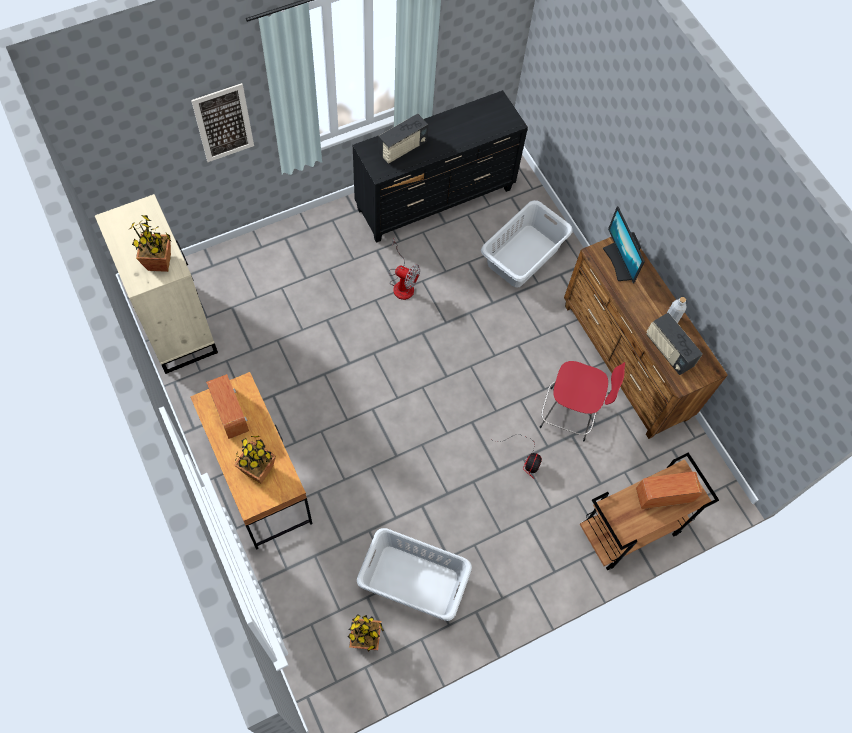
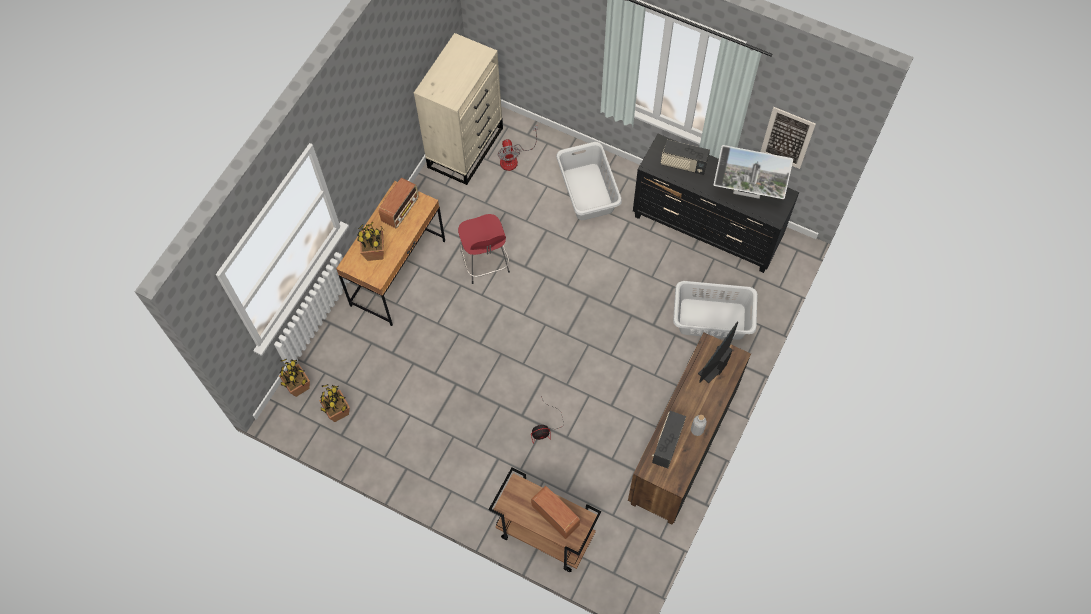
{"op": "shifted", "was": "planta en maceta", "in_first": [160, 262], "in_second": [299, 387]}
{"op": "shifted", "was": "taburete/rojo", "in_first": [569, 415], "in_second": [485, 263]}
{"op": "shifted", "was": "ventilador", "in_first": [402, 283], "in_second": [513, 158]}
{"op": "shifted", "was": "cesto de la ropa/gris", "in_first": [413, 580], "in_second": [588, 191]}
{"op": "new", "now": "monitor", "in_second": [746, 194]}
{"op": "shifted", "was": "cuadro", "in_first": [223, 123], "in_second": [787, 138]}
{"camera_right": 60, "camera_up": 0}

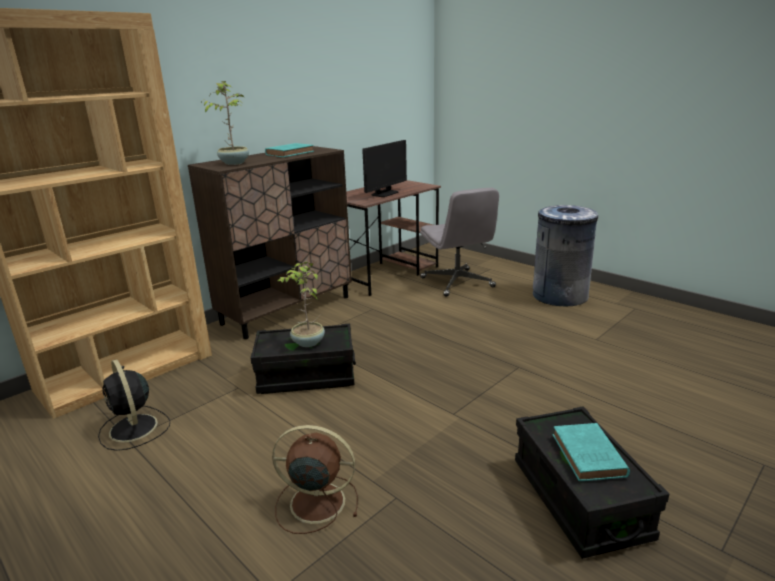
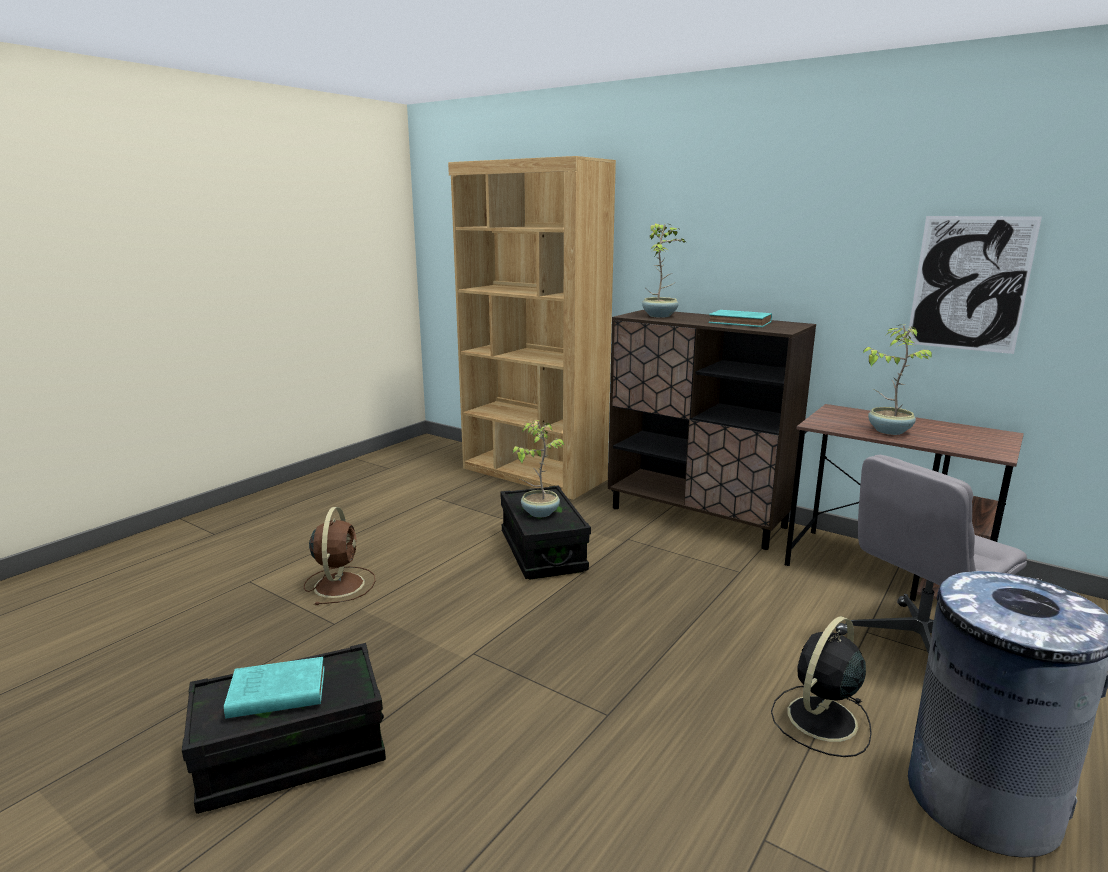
{"op": "shifted", "was": "ventilador/negro", "in_first": [134, 429], "in_second": [820, 720]}
{"op": "swapped", "was": "monitor", "now": "planta en maceta", "in_first": [384, 193], "in_second": [888, 430]}
{"op": "new", "now": "cuadro", "in_second": [969, 284]}
{"camera_right": 80, "camera_up": -5}

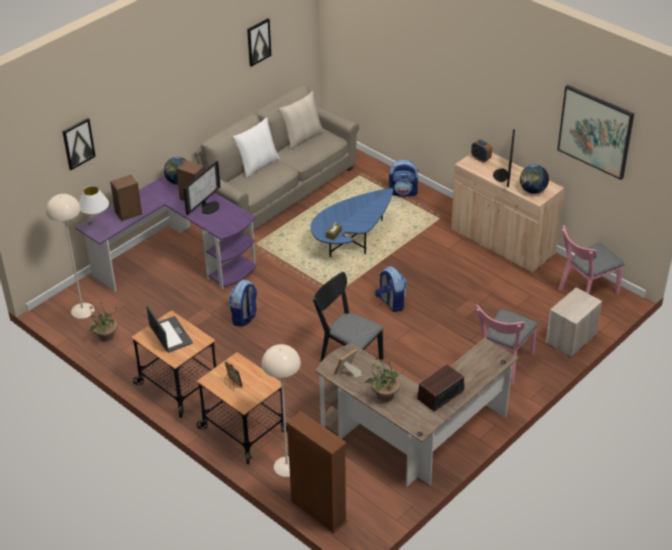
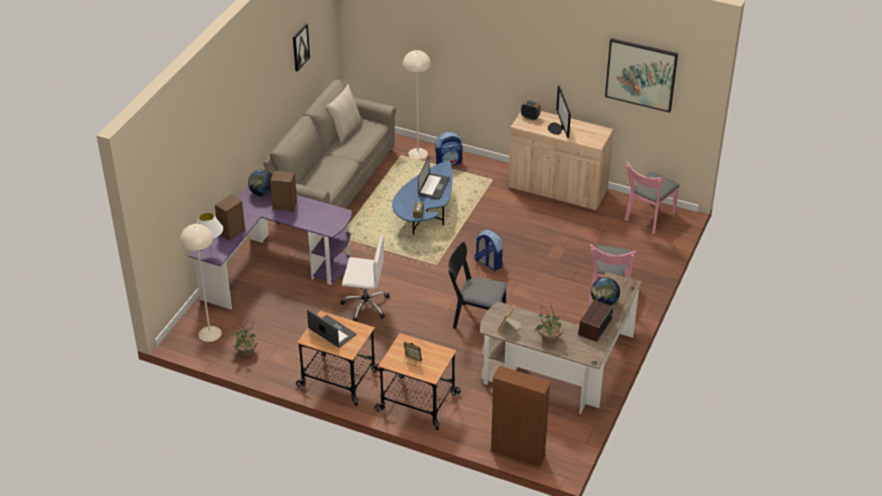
{"op": "swapped", "was": "mochila", "now": "silla de oficina/blanco", "in_first": [244, 317], "in_second": [365, 305]}
{"op": "shifted", "was": "lámpara de pie/beis", "in_first": [286, 466], "in_second": [417, 153]}
{"op": "new", "now": "portátil", "in_second": [434, 187]}
{"op": "shifted", "was": "globo terráqueo", "in_first": [532, 191], "in_second": [604, 302]}
{"op": "gone", "was": "cuadro", "in_first": [78, 143]}
{"op": "gone", "was": "monitor", "in_first": [208, 207]}
{"op": "gone", "was": "cojín/blanco", "in_first": [257, 165]}
{"op": "gone", "was": "mesita de noche", "in_first": [570, 339]}
{"camera_right": -20, "camera_up": 0}

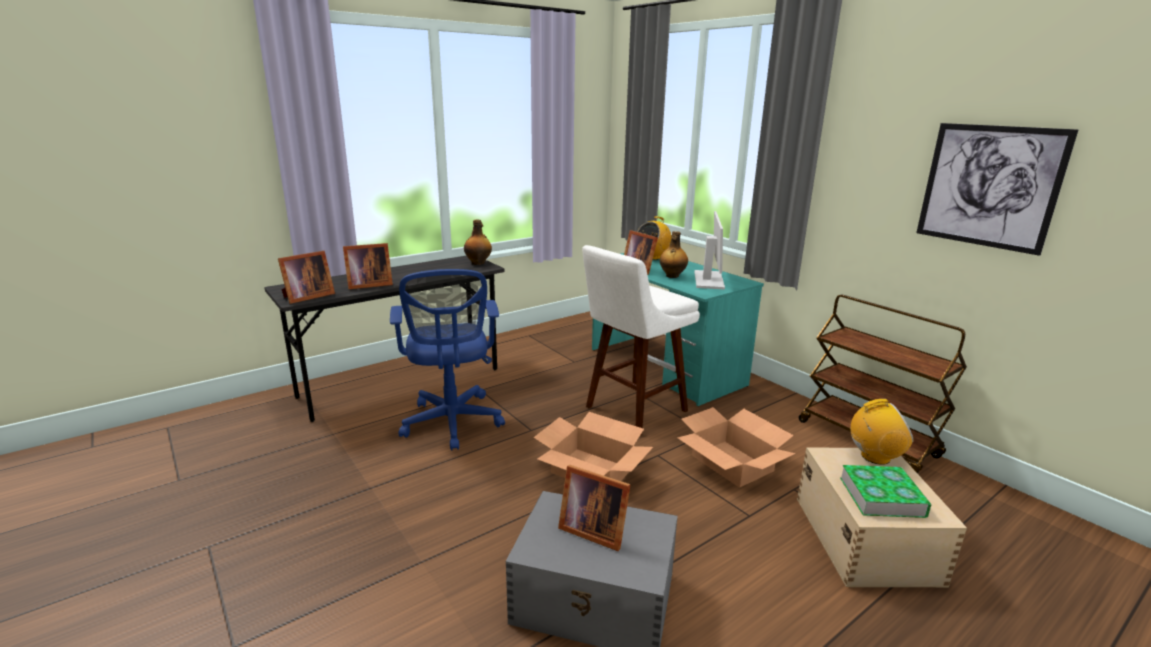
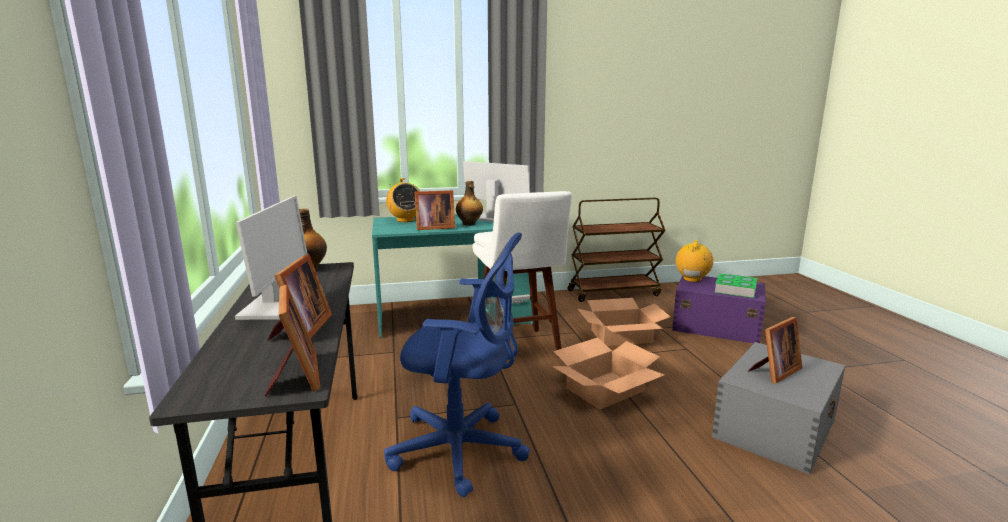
{"op": "new", "now": "monitor", "in_second": [276, 303]}
{"op": "repainted", "was": "caja de almacenaje/beis", "now": "caja de almacenaje/morado", "in_first": [865, 538], "in_second": [715, 325]}
{"op": "gone", "was": "cuadro", "in_first": [989, 186]}
{"camera_right": -65, "camera_up": -5}

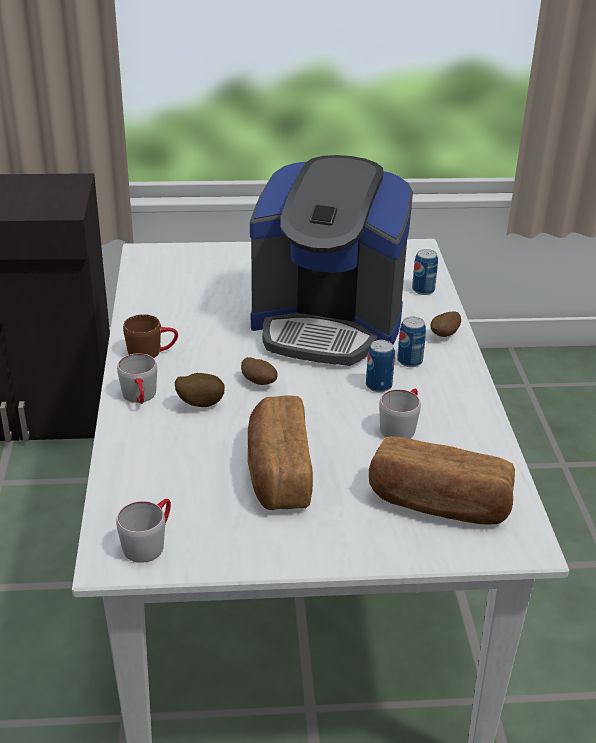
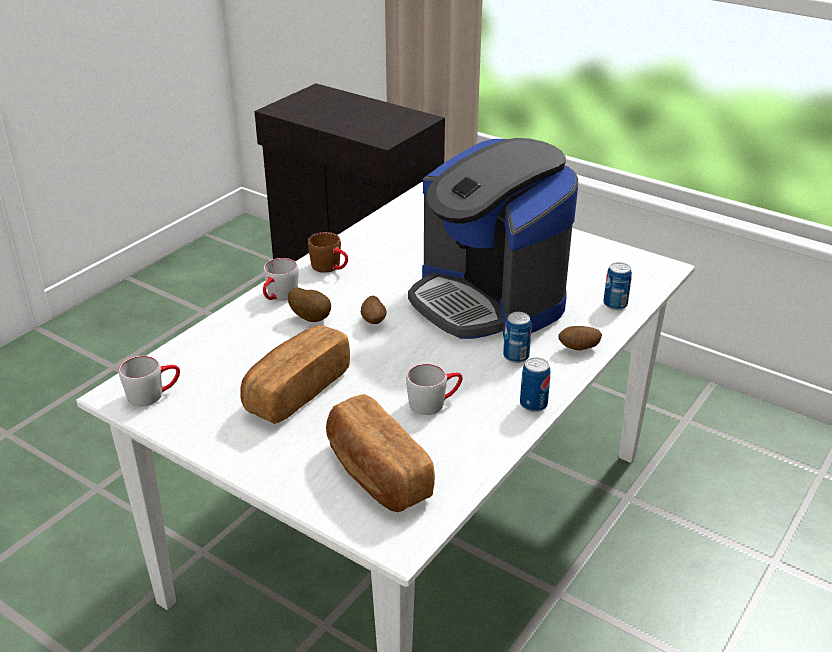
{"op": "shifted", "was": "lata", "in_first": [378, 386], "in_second": [533, 404]}
{"camera_right": 40, "camera_up": 0}

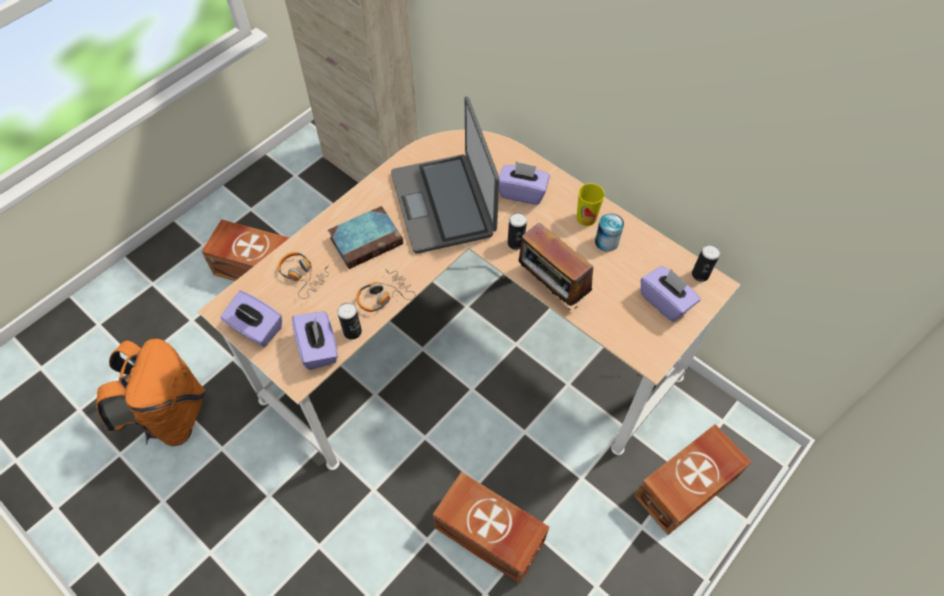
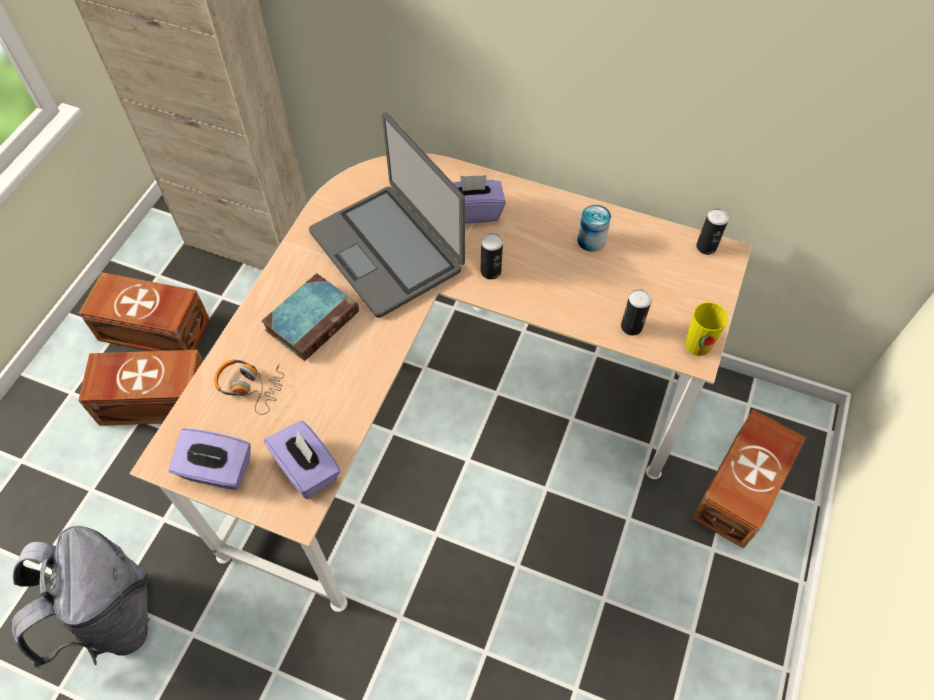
{"op": "repainted", "was": "mochila/naranja", "now": "mochila/gris", "in_first": [172, 416], "in_second": [112, 617]}
{"op": "shifted", "was": "caja de almacenaje/marrón", "in_first": [490, 536], "in_second": [155, 331]}
{"op": "shifted", "was": "lata", "in_first": [352, 331], "in_second": [631, 326]}
{"op": "shifted", "was": "taza", "in_first": [586, 218], "in_second": [698, 344]}
{"op": "gone", "was": "auriculares", "in_first": [384, 296]}
{"op": "gone", "was": "radio", "in_first": [551, 288]}
{"op": "gone", "was": "caja de pañuelos/morado", "in_first": [665, 301]}
{"camera_right": -20, "camera_up": 0}

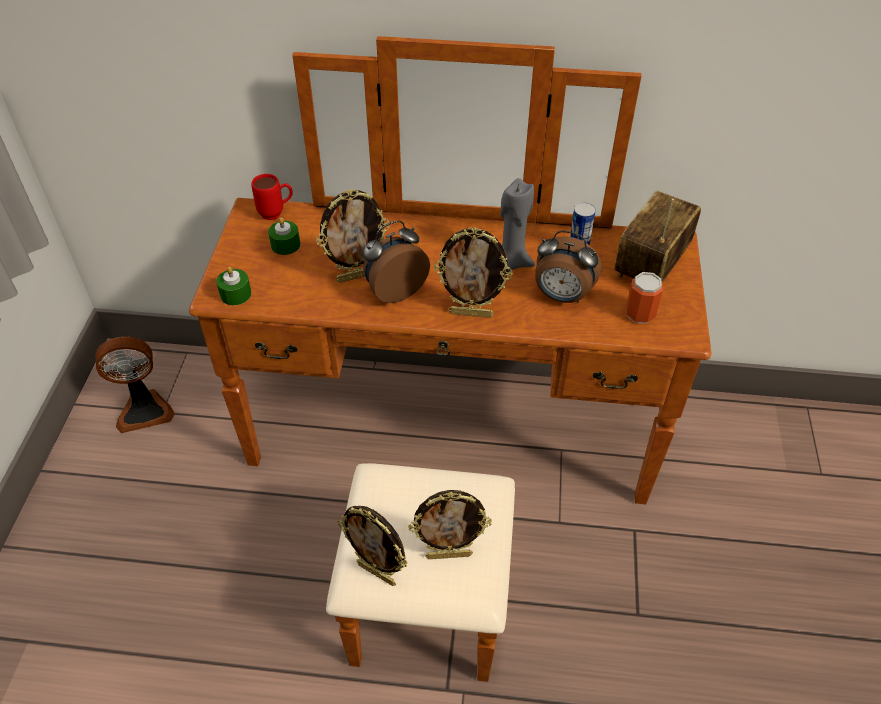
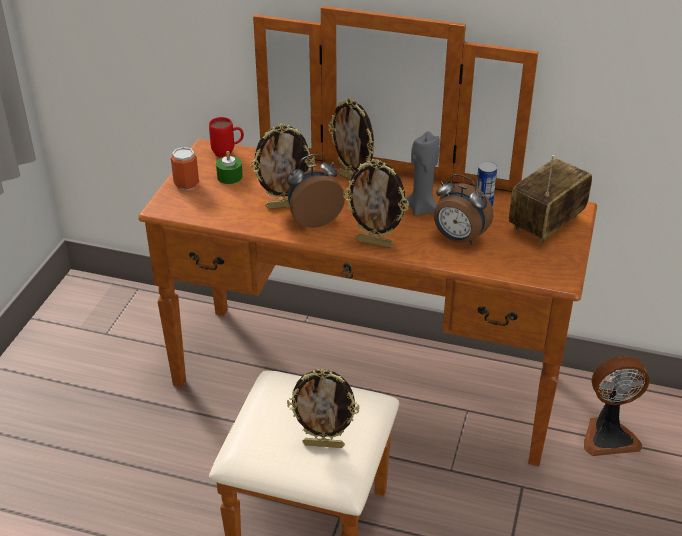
{"op": "shifted", "was": "lata", "in_first": [640, 314], "in_second": [186, 184]}
{"op": "shifted", "was": "portarretratos", "in_first": [377, 573], "in_second": [352, 179]}
{"op": "shifted", "was": "ventilador", "in_first": [144, 409], "in_second": [608, 435]}
{"op": "gone", "was": "vela/verde", "in_first": [235, 294]}
{"camera_right": 10, "camera_up": -10}

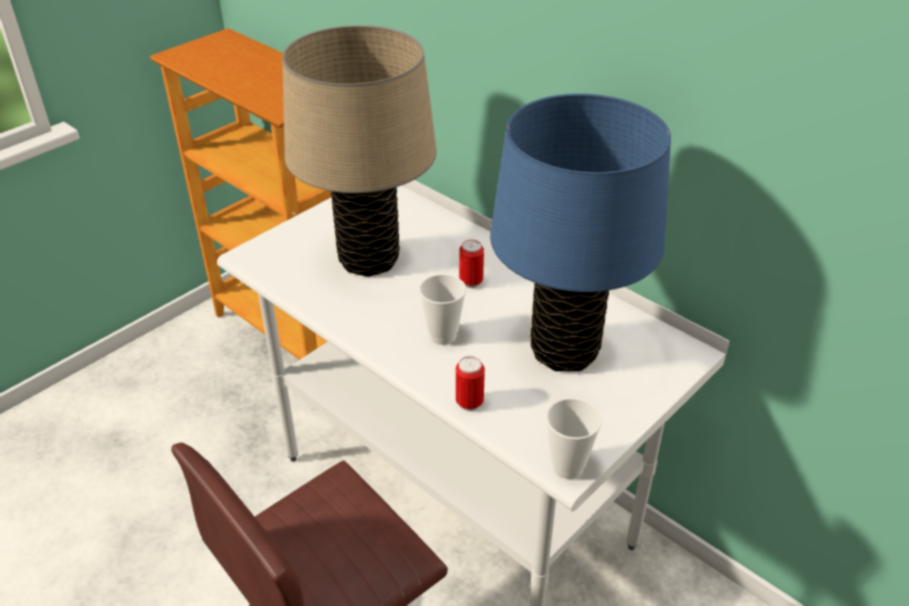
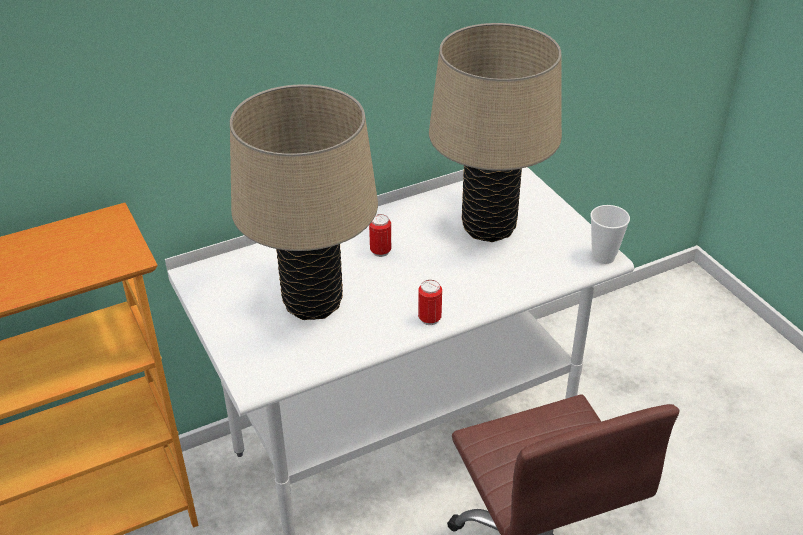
{"op": "shifted", "was": "lata", "in_first": [469, 403], "in_second": [429, 319]}
{"op": "repainted", "was": "lámpara de mesa/azul", "now": "lámpara de mesa/beis", "in_first": [564, 351], "in_second": [488, 227]}
{"op": "gone", "was": "taza", "in_first": [443, 335]}
{"camera_right": -70, "camera_up": 0}

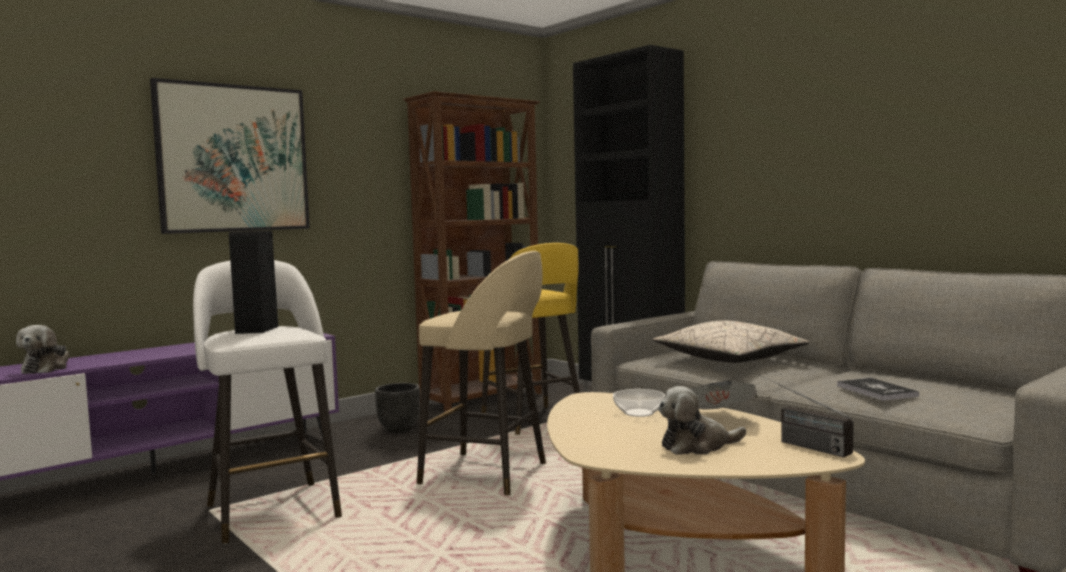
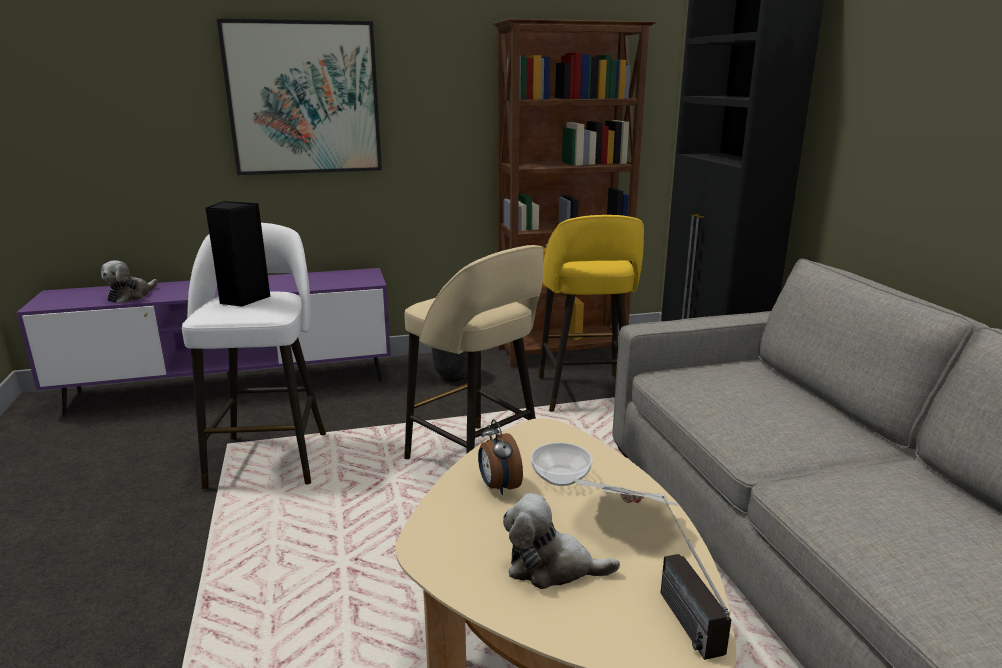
{"op": "new", "now": "despertador", "in_second": [498, 487]}
{"op": "gone", "was": "cojín/beis", "in_first": [729, 360]}
{"op": "gone", "was": "libro", "in_first": [876, 391]}
{"camera_right": 25, "camera_up": 15}

